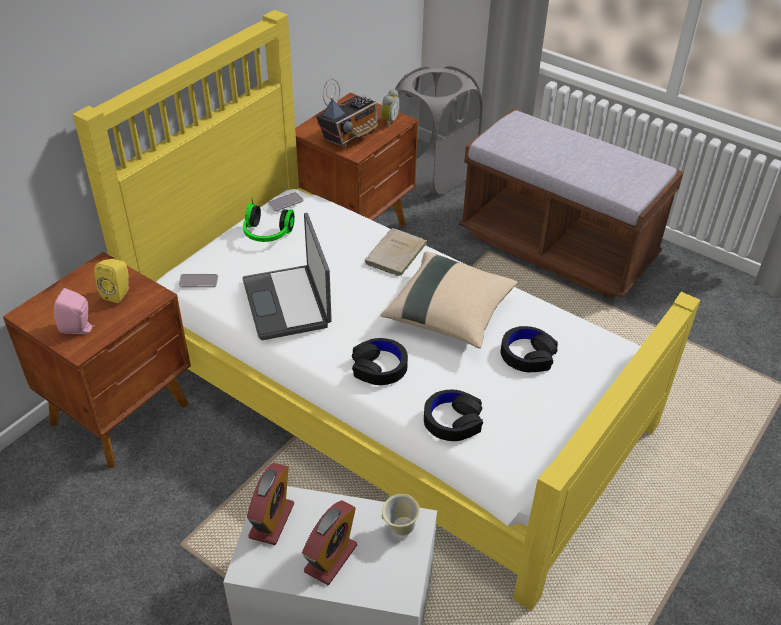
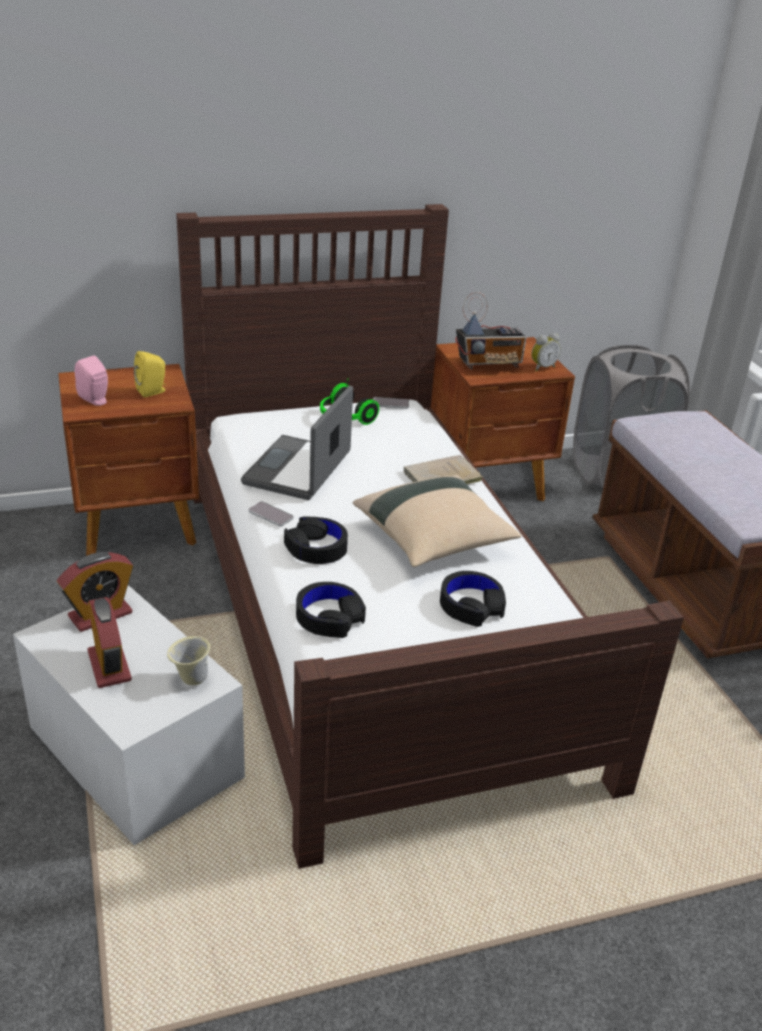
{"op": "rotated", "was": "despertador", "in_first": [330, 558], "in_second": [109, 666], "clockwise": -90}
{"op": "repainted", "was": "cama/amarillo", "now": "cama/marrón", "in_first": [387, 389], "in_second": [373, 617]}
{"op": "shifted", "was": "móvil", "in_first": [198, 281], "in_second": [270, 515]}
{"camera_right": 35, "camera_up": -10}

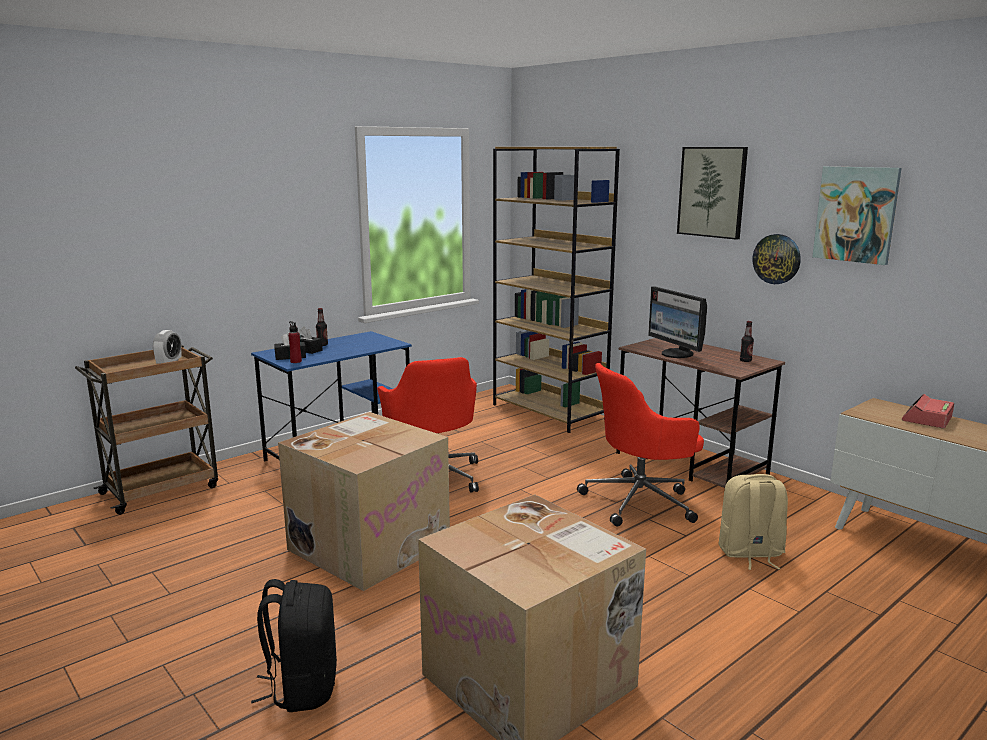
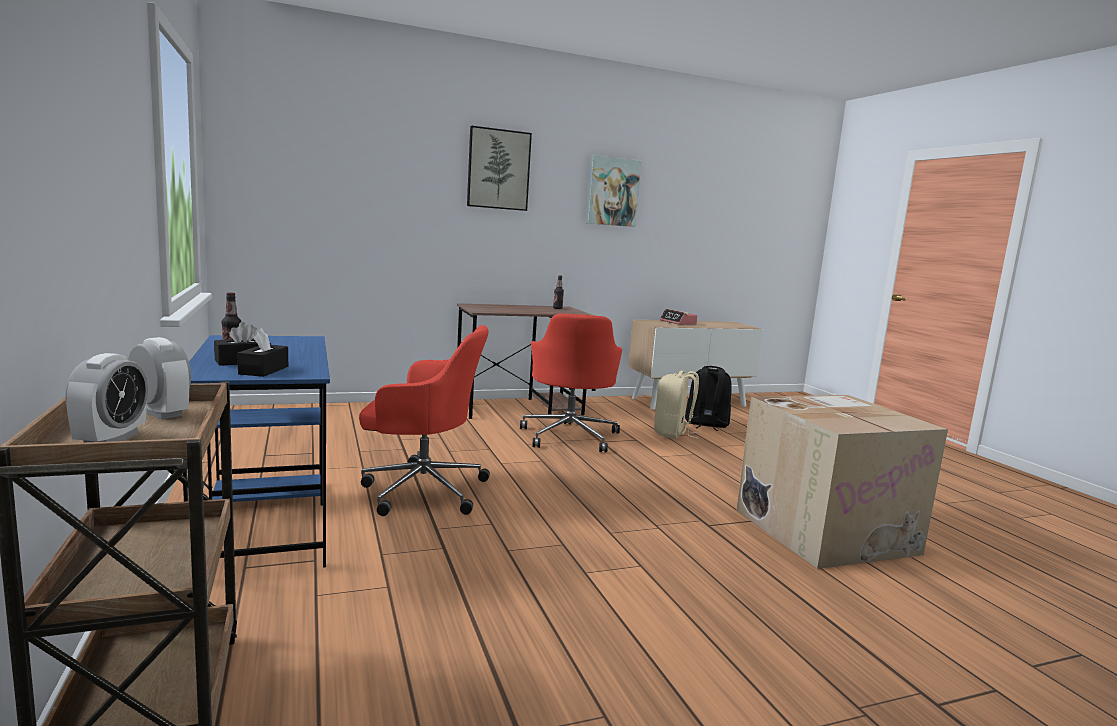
{"op": "new", "now": "despertador", "in_second": [111, 439]}
{"op": "shifted", "was": "mochila/negro", "in_first": [302, 687], "in_second": [706, 424]}
{"op": "gone", "was": "caja de cartón", "in_first": [369, 544]}
{"op": "gone", "was": "botella/rojo", "in_first": [296, 361]}
{"op": "gone", "was": "estantería/marrón", "in_first": [549, 412]}
{"op": "gone", "was": "monitor", "in_first": [676, 354]}
{"op": "gone", "was": "reloj de pared", "in_first": [777, 259]}
{"camera_right": -70, "camera_up": -5}

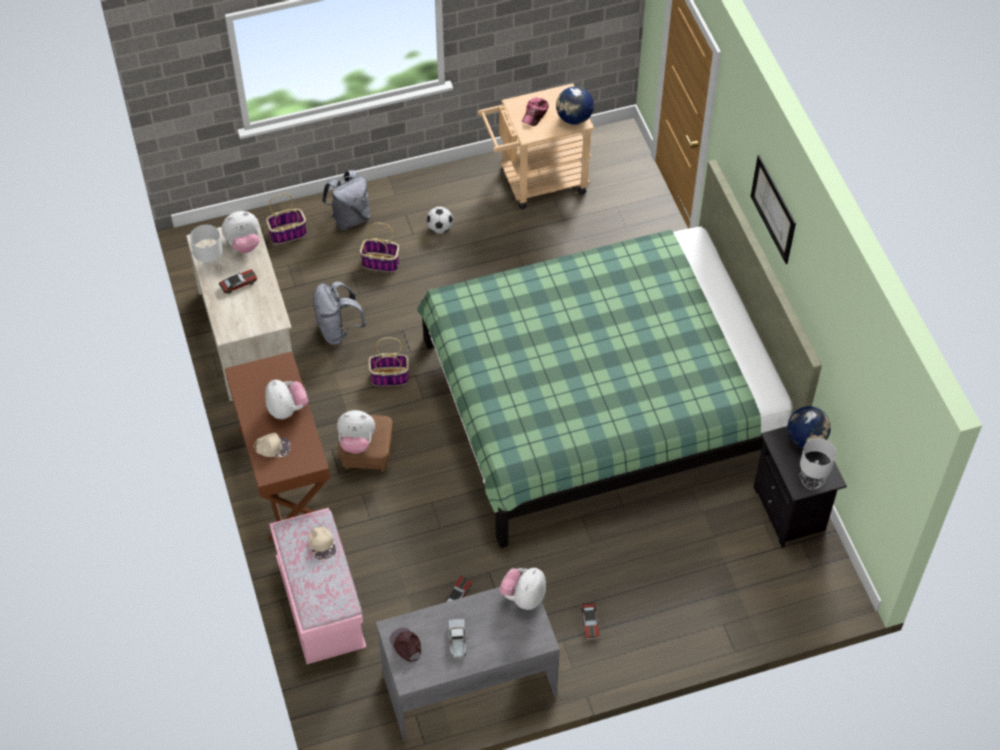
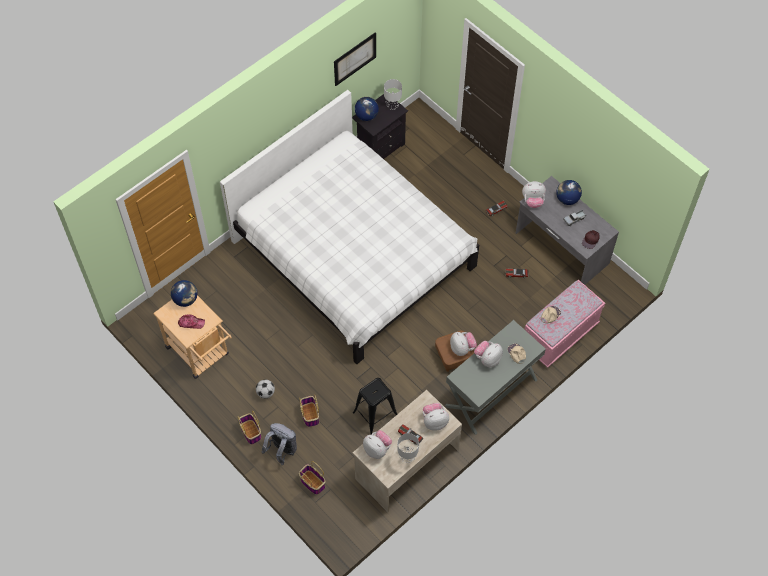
{"op": "repainted", "was": "cama/verde", "now": "cama/blanco", "in_first": [603, 399], "in_second": [353, 255]}
{"op": "shifted", "was": "cesta", "in_first": [389, 377], "in_second": [251, 432]}
{"op": "shifted", "was": "cuadro", "in_first": [773, 209], "in_second": [355, 59]}
{"op": "swapped", "was": "mochila/gris", "now": "taburete/negro", "in_first": [338, 330], "in_second": [375, 414]}
{"op": "new", "now": "peluche", "in_second": [434, 421]}
{"op": "repainted", "was": "mesa consola/marrón", "now": "mesa consola/gris", "in_first": [285, 475], "in_second": [491, 393]}
{"op": "new", "now": "globo terráqueo", "in_second": [567, 199]}
{"camera_right": -115, "camera_up": 5}

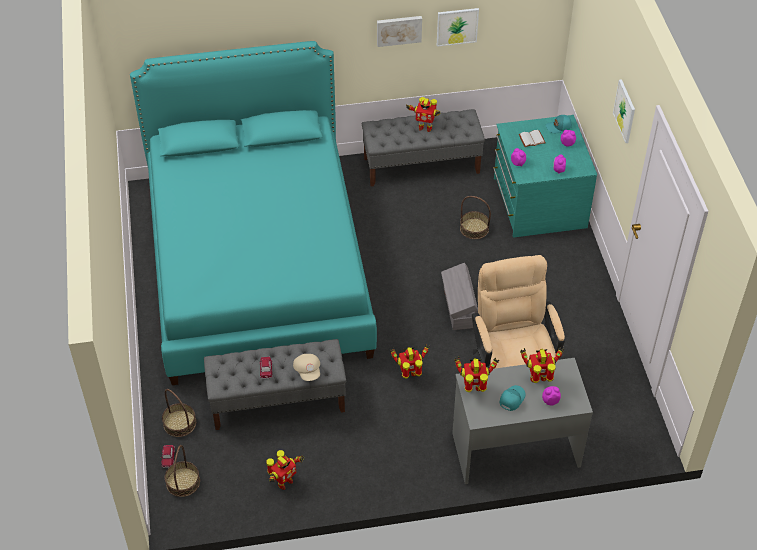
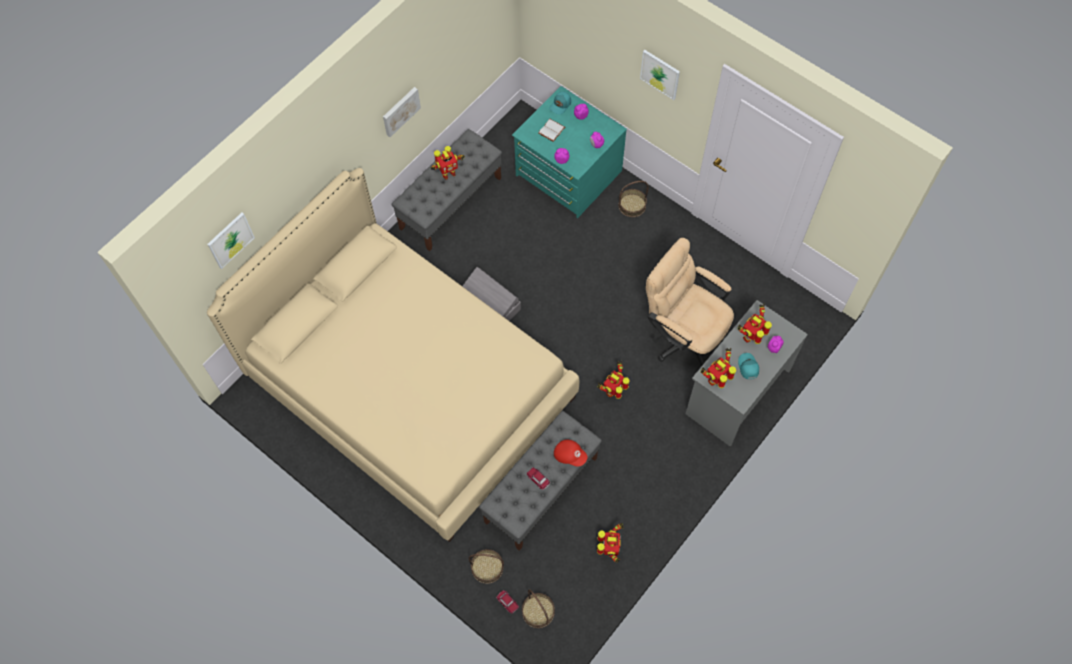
{"op": "repainted", "was": "cama/turquesa", "now": "cama/beis", "in_first": [258, 264], "in_second": [410, 387]}
{"op": "shifted", "was": "cuadro", "in_first": [457, 26], "in_second": [230, 240]}
{"op": "shifted", "was": "caja de almacenaje/gris", "in_first": [460, 308], "in_second": [493, 303]}
{"op": "repainted", "was": "gorra/beis", "now": "gorra/rojo", "in_first": [308, 371], "in_second": [570, 455]}
{"op": "shifted", "was": "cesta", "in_first": [474, 228], "in_second": [632, 205]}
{"camera_right": -40, "camera_up": 15}

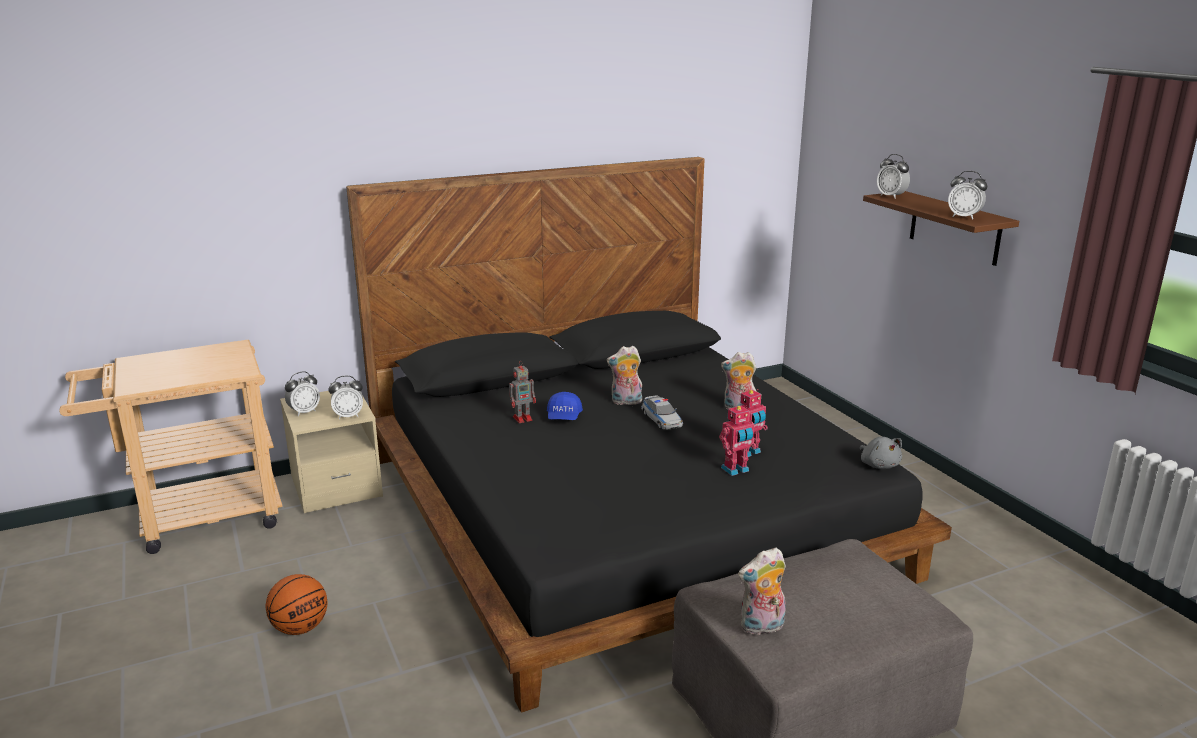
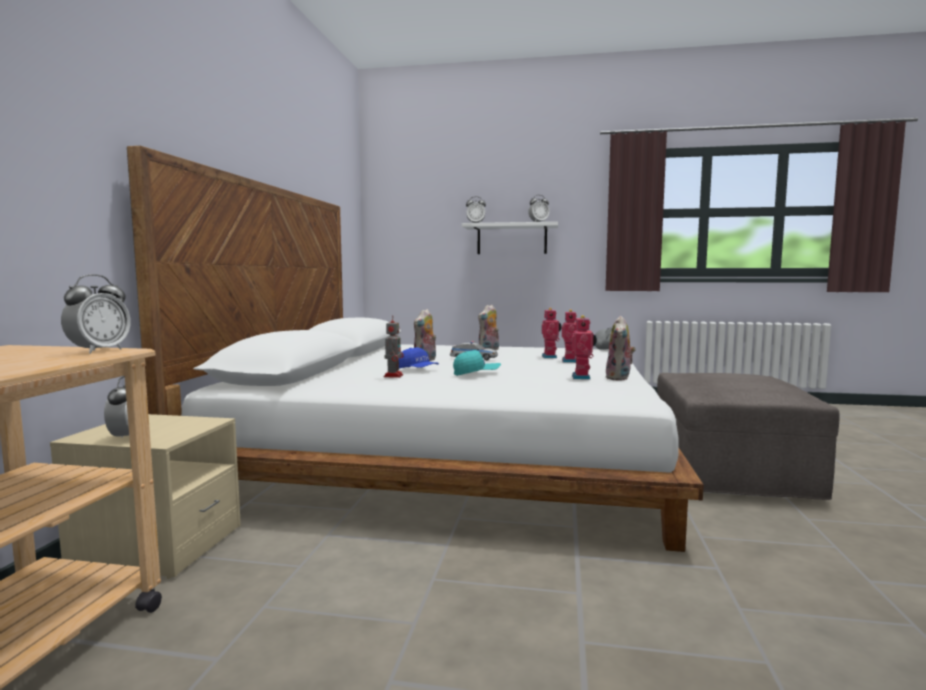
{"op": "shifted", "was": "despertador", "in_first": [348, 416], "in_second": [99, 351]}
{"op": "repainted", "was": "cama/negro", "now": "cama/blanco", "in_first": [625, 513], "in_second": [451, 454]}
{"op": "new", "now": "gorra/turquesa", "in_second": [476, 374]}
{"op": "repainted", "was": "estante/marrón", "now": "estante/blanco", "in_first": [954, 228], "in_second": [512, 239]}
{"op": "new", "now": "robot de juguete", "in_second": [582, 377]}
{"op": "shifted", "was": "peluche", "in_first": [762, 627], "in_second": [619, 378]}
{"op": "gone", "was": "balón de baloncesto", "in_first": [300, 628]}
{"camera_right": -55, "camera_up": -15}

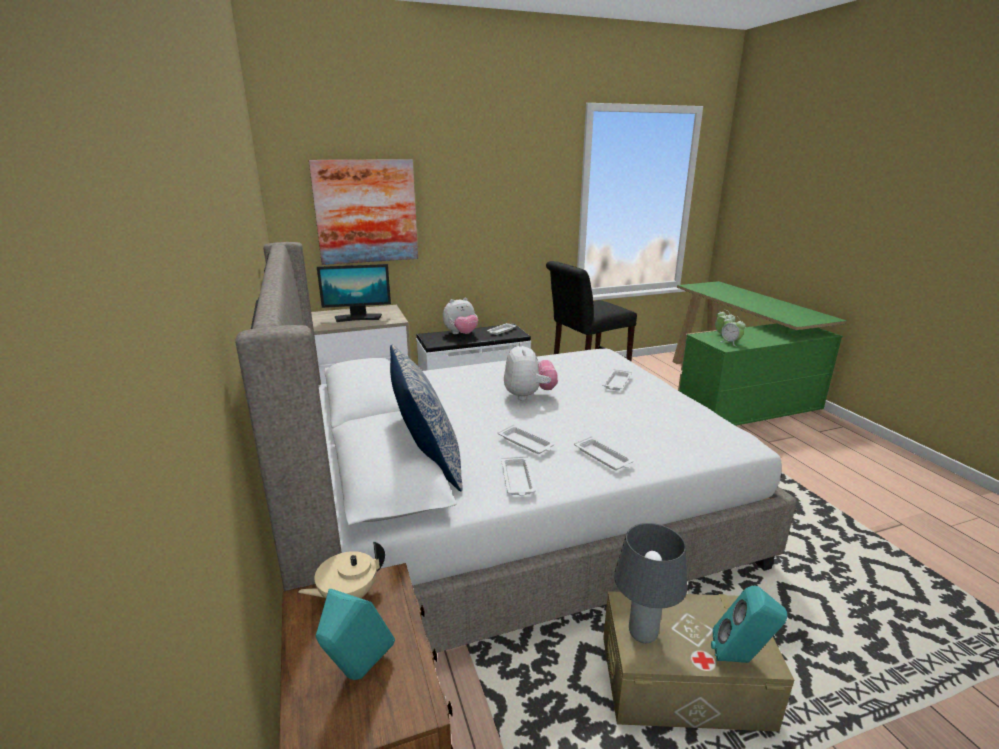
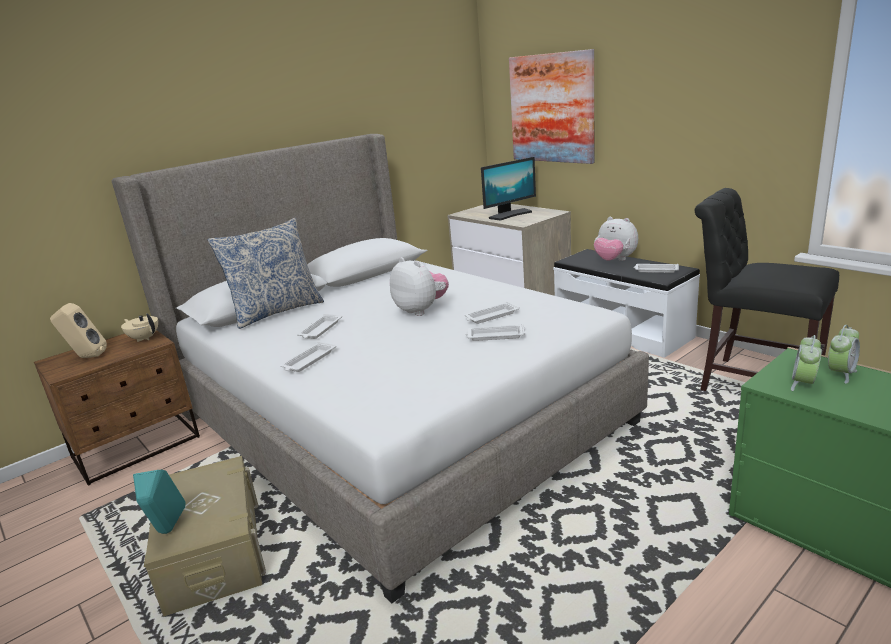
{"op": "repainted", "was": "altavoz/turquesa", "now": "altavoz/beis", "in_first": [357, 675], "in_second": [86, 357]}
{"op": "rotated", "was": "peluche", "in_first": [528, 395], "in_second": [421, 310], "clockwise": -105}
{"op": "shifted", "was": "bandeja/blanco", "in_first": [517, 480], "in_second": [491, 316]}
{"op": "rotated", "was": "monitor", "in_first": [358, 318], "in_second": [510, 215], "clockwise": -90}
{"op": "gone", "was": "lámpara de mesa/gris", "in_first": [642, 633]}
{"camera_right": 70, "camera_up": 0}

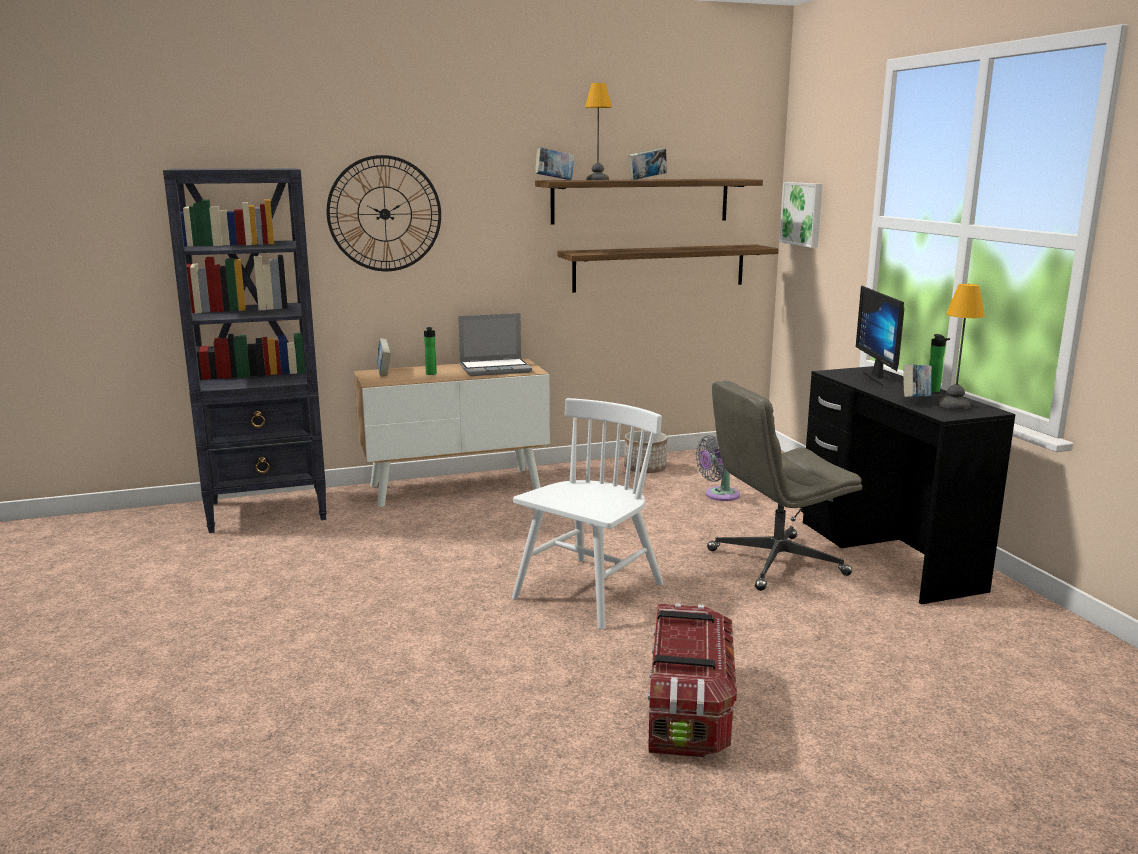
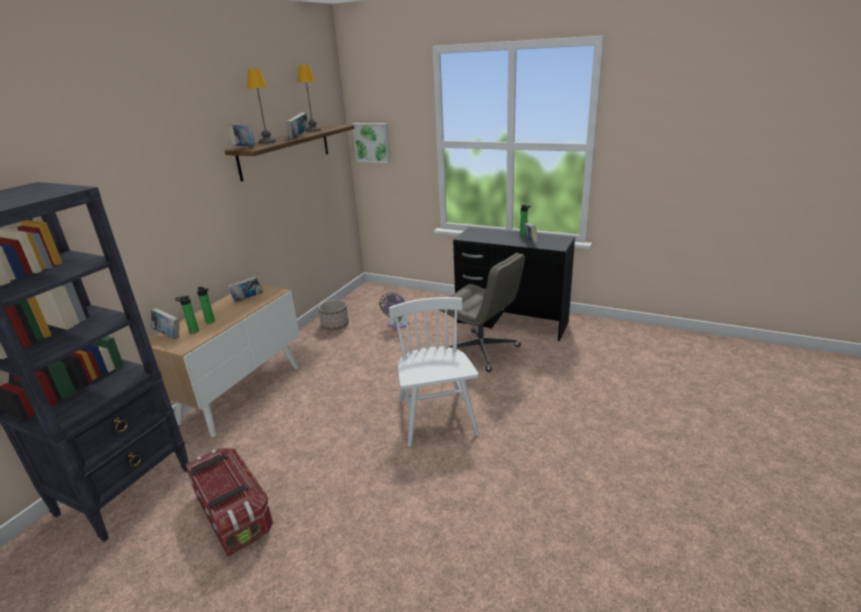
{"op": "new", "now": "botella", "in_second": [192, 331]}
{"op": "shifted", "was": "caja de almacenaje", "in_first": [688, 709], "in_second": [233, 513]}
{"op": "swapped", "was": "portátil", "now": "libro", "in_first": [496, 369], "in_second": [248, 299]}
{"op": "shifted", "was": "lámpara de mesa", "in_first": [954, 405], "in_second": [313, 130]}
{"op": "rotated", "was": "silla de oficina/gris", "in_first": [775, 563], "in_second": [482, 350], "clockwise": -75}
{"op": "gone", "was": "reloj de pared", "in_first": [384, 214]}
{"op": "gone", "was": "estante", "in_first": [659, 268]}
{"op": "gone", "was": "monitor", "in_first": [884, 379]}
{"camera_right": -45, "camera_up": 10}

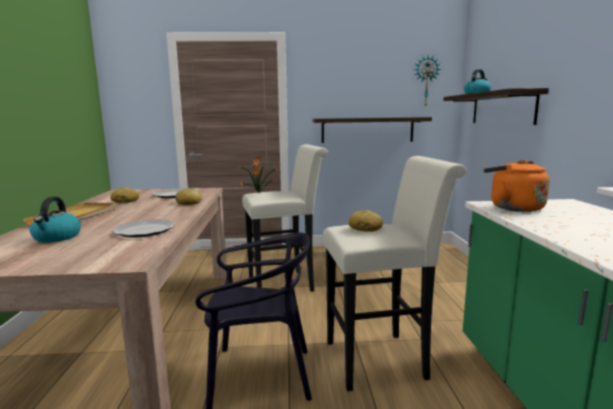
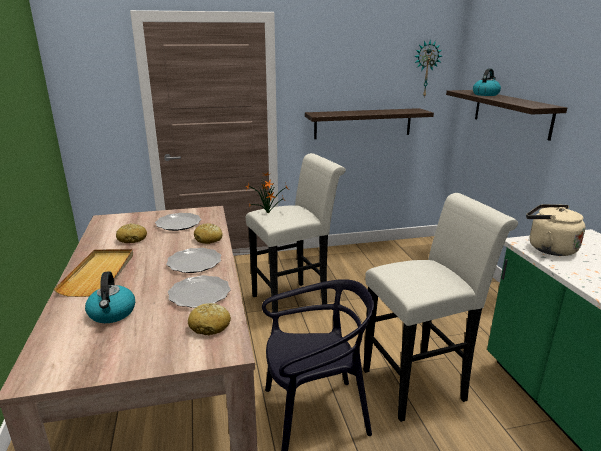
{"op": "new", "now": "plato", "in_second": [194, 263]}
{"op": "shifted", "was": "pan", "in_first": [365, 228], "in_second": [210, 326]}
{"op": "repainted", "was": "hervidor/naranja", "now": "hervidor/beis", "in_first": [513, 207], "in_second": [548, 248]}
{"camera_right": -10, "camera_up": 10}

